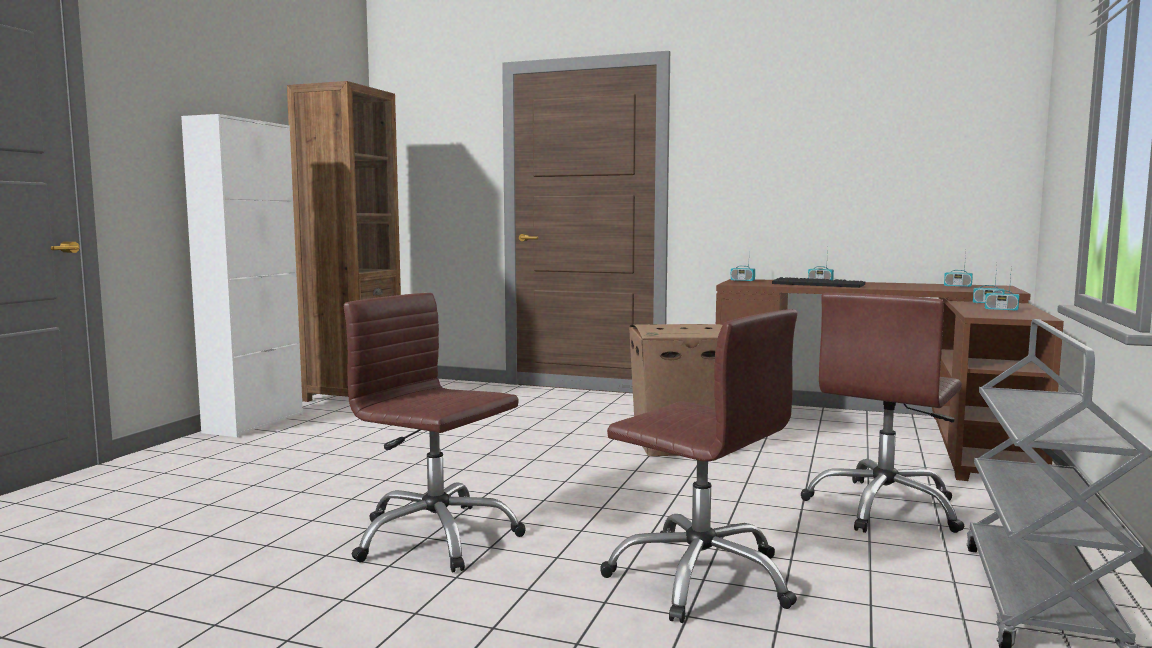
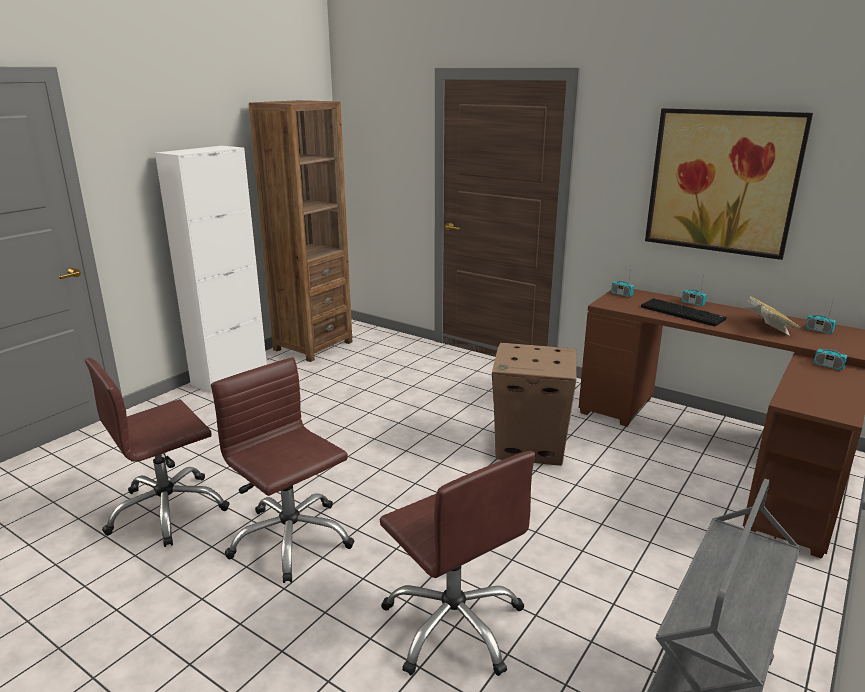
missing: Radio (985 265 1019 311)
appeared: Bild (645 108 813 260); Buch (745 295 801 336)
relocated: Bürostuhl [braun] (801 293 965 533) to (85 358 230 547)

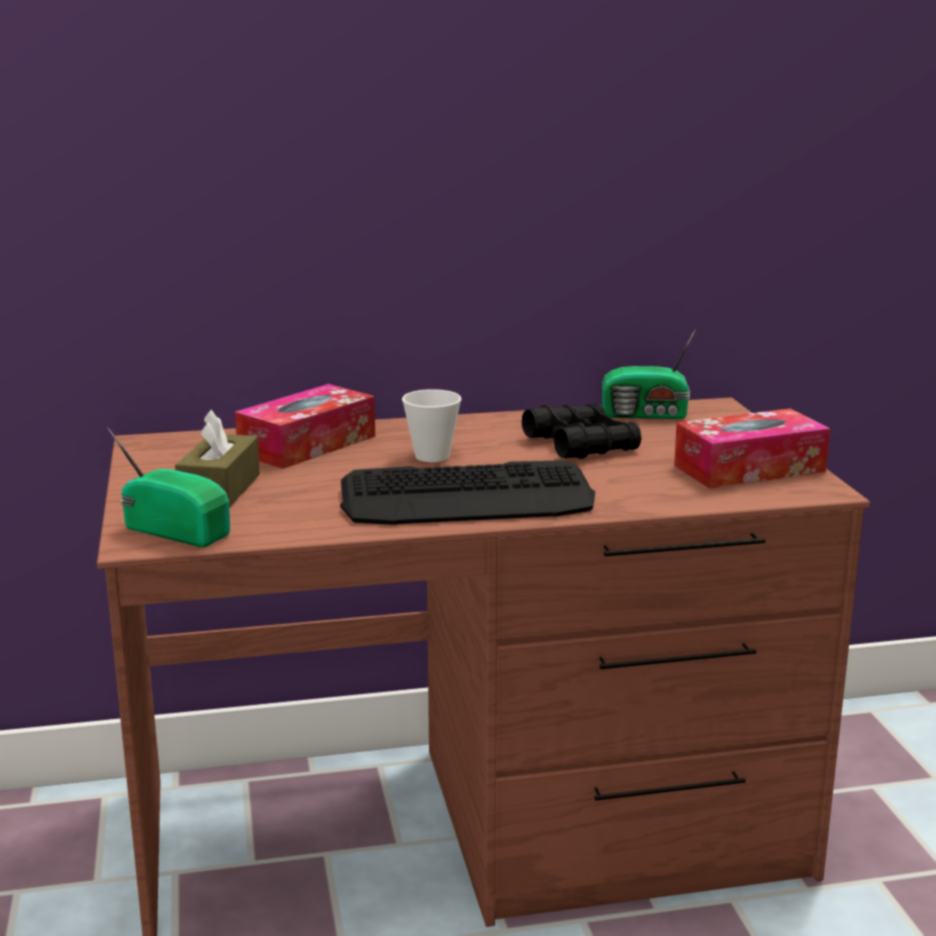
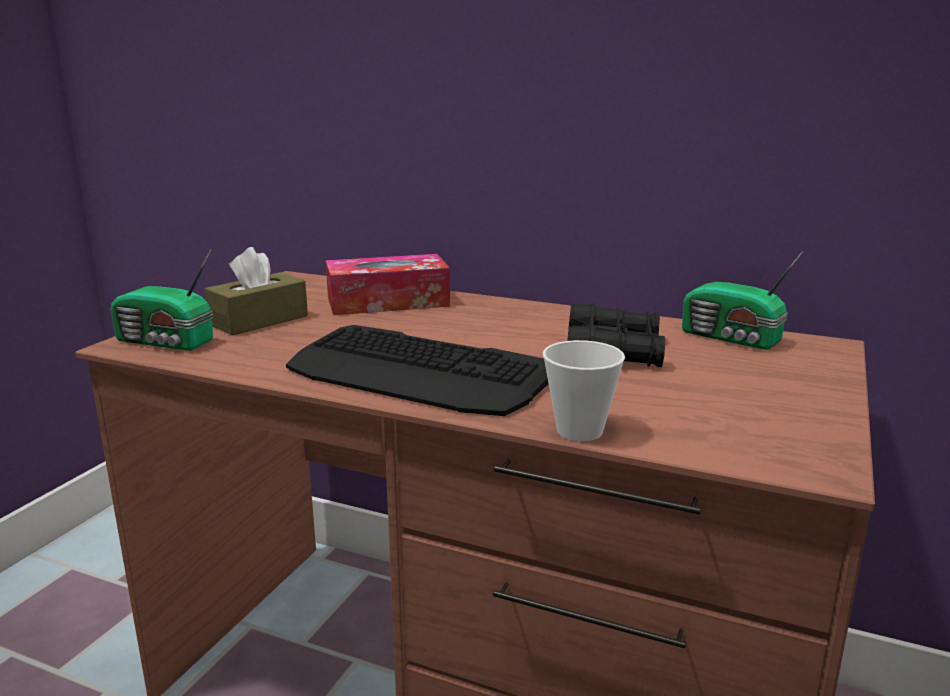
missing: Taschentuchbox (674 408 830 488)
relocated: Tasse (402 389 462 462) to (543 340 625 441)
spun: Radio (108 428 230 547) = (110 249 213 351) 135 degrees clockwise

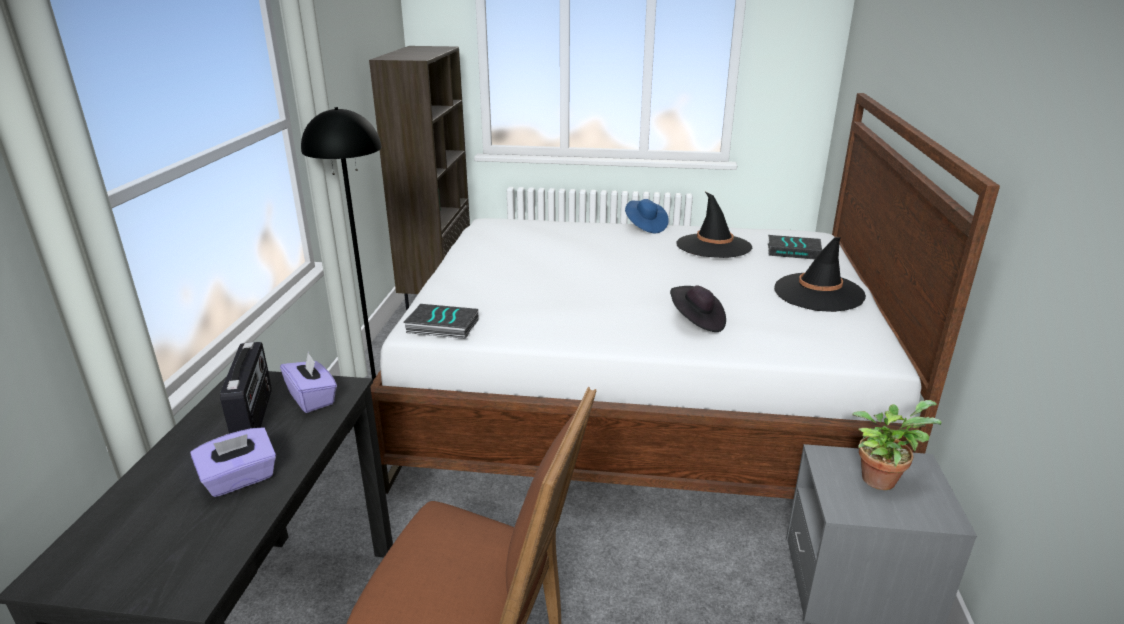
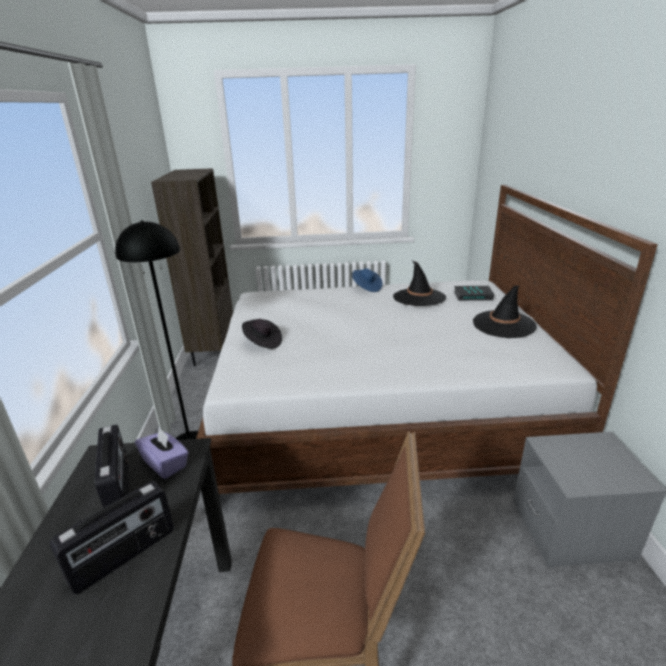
missing: Buch (404 304 479 339); Topfpflanze (852 400 941 490)
relocated: Hut [schwarz] (670 286 726 332) to (242 319 282 349)
exchanged: Taschentuchbox [lila] (190 428 276 497) to Radio (50 481 174 594)

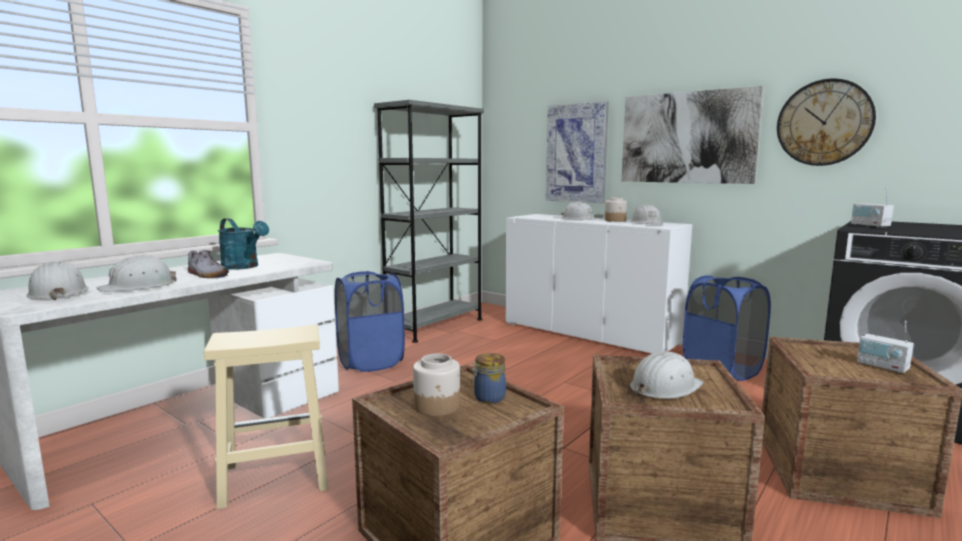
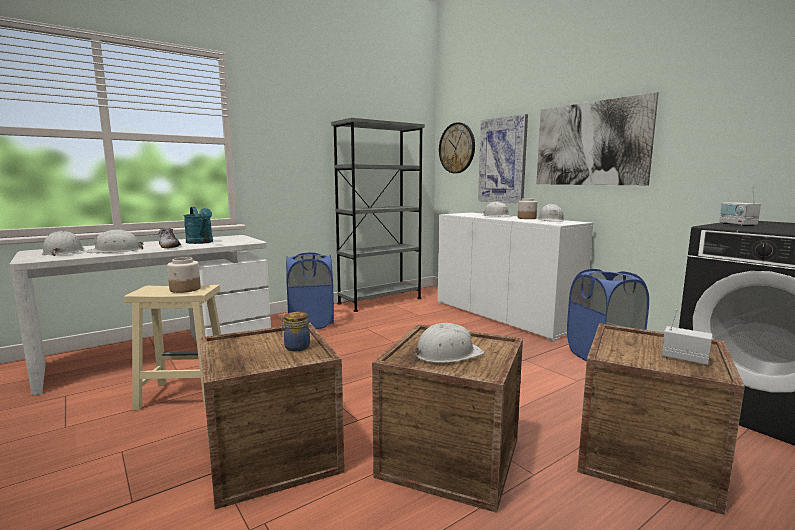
relocated: Vorratsglas (413 353 460 416) to (167 257 201 293); Wanduhr (777 78 876 166) to (439 122 475 173)
spun: Radio (857 321 914 374) = (662 309 713 366) 150 degrees clockwise

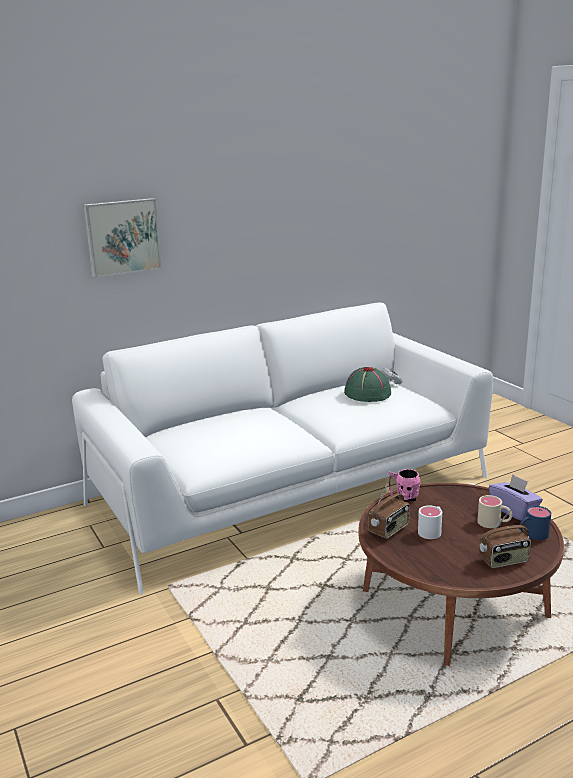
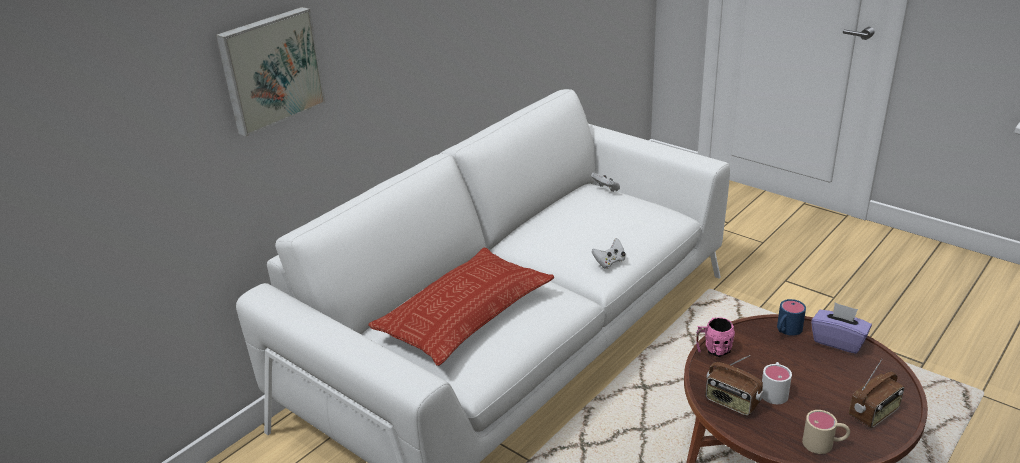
missing: Hut [grün] (344 367 391 402)
appeared: Kissen (368 248 554 366); Gamepad [weiß] (592 238 625 269)
relocated: Henkelbecher [beige] (477 495 512 528) to (802 410 850 454); Henkelbecher [blau] (519 506 551 540) to (777 299 806 336)
spun: Radio (368 481 410 539) = (705 355 764 416) 105 degrees clockwise

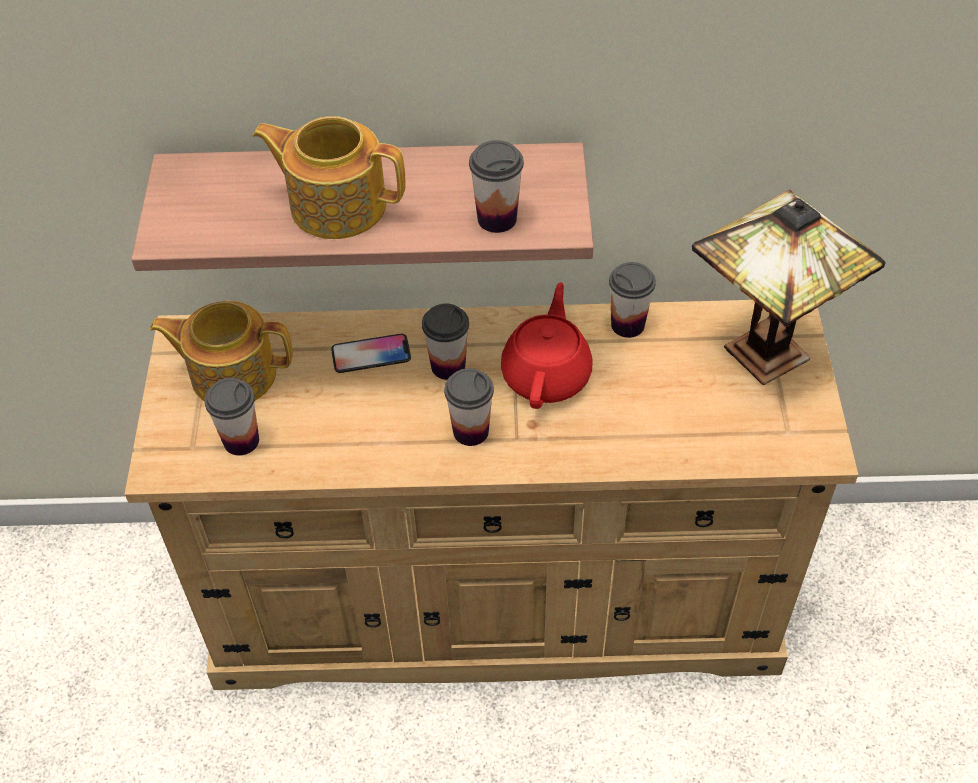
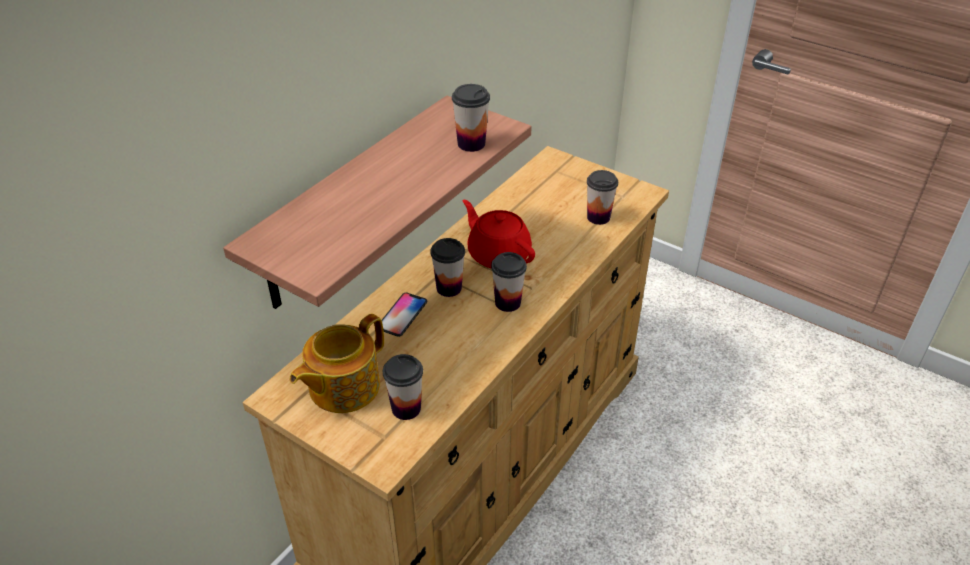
missing: Teekanne (252 116 406 239); Tischlampe (692 190 885 385)
relocated: Tasse (609 262 656 338) to (587 170 618 225)

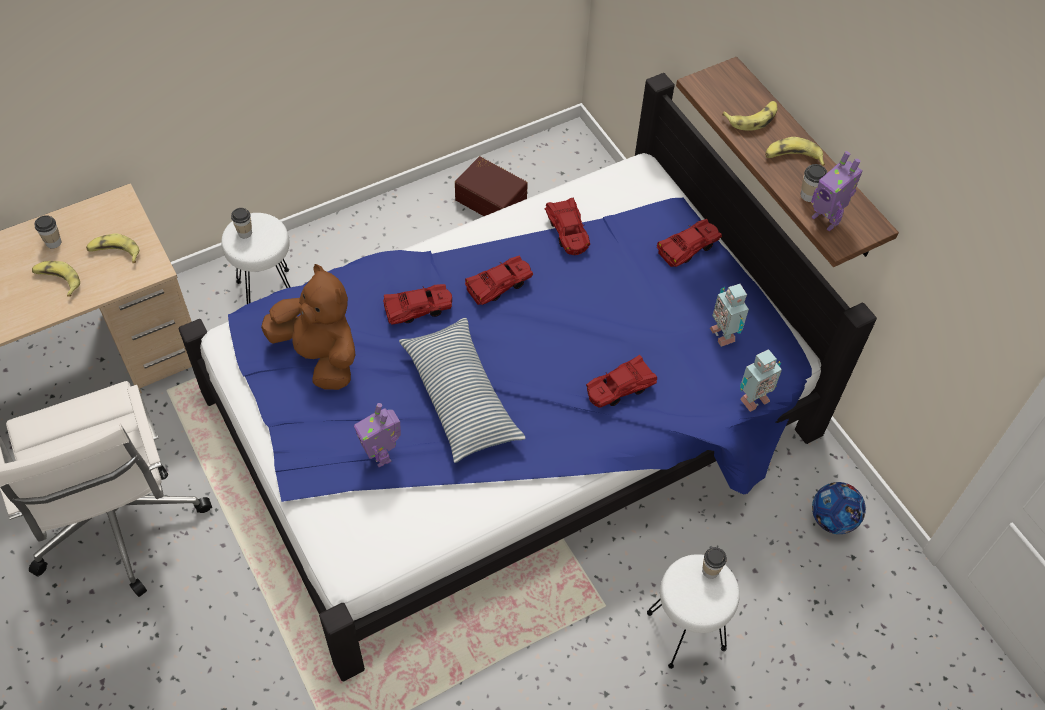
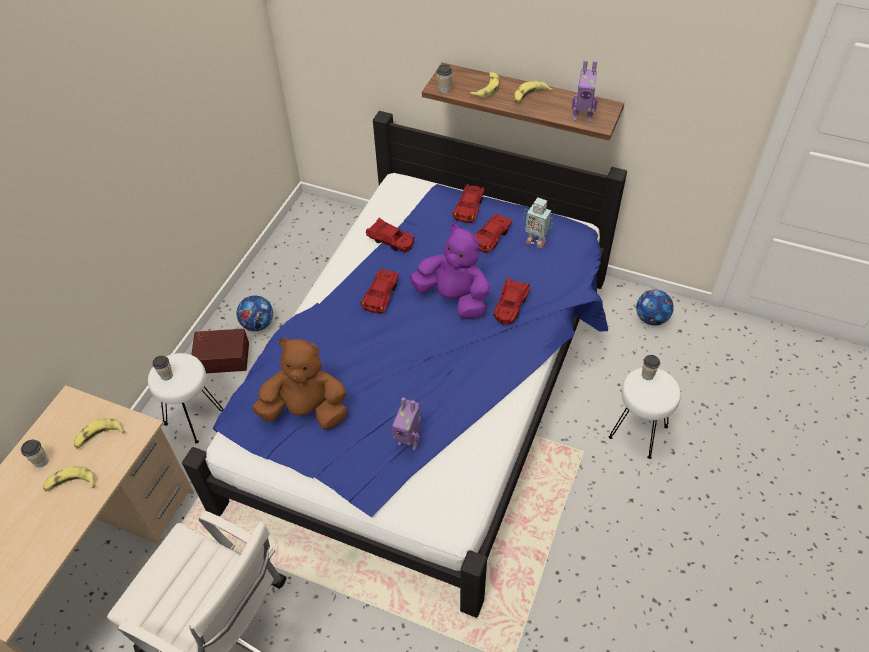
missing: Kissen (399 318 525 463); Spielzeugroboter (740 349 782 412)
appeared: Fußball (236 295 273 331); Plüschtier [lila] (410 224 490 319)
relocated: Spielzeugauto [rot] (383 284 452 325) to (474 213 512 254); Aufbewahrungsbox [braun] (455 156 528 216) to (191 328 249 373); Tasse (800 164 827 202) to (436 65 452 93)

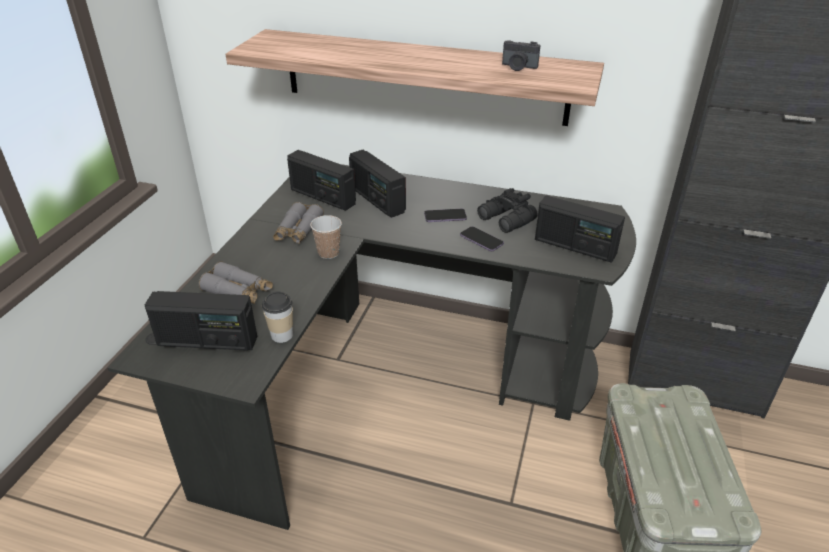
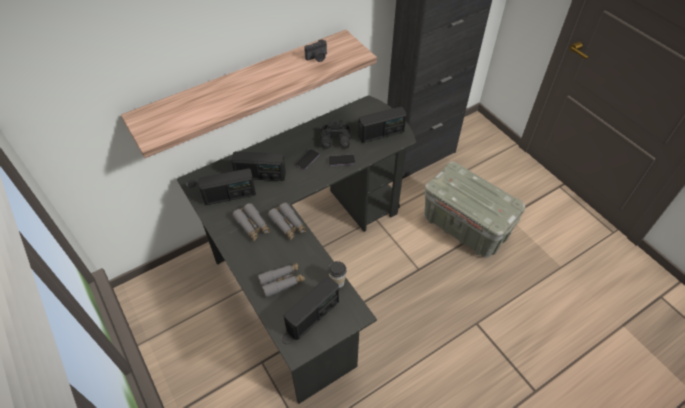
exchanged: Tasse (310 215 342 259) to Fernglas [grau] (268 203 307 240)

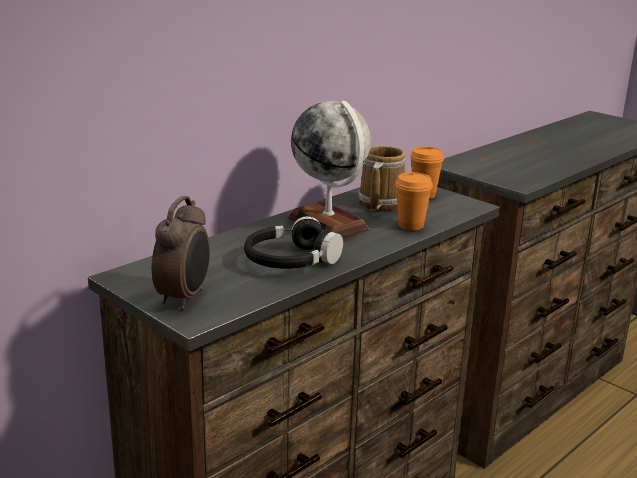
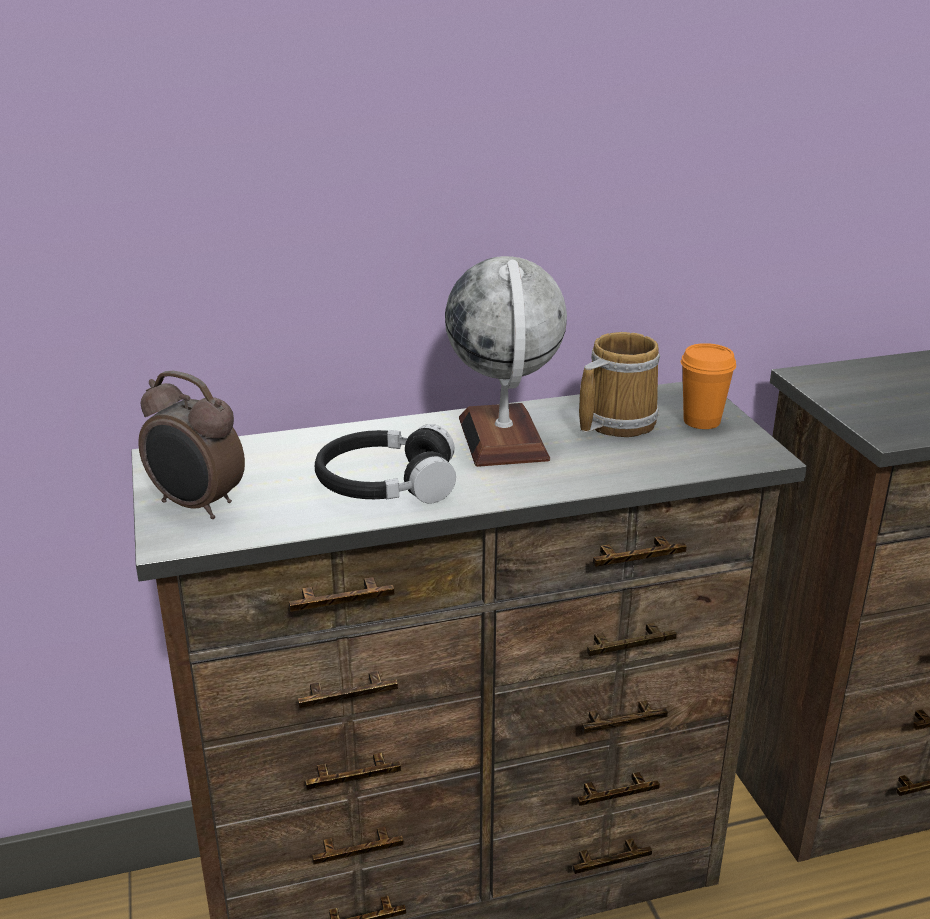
missing: Tasse [orange] (395 172 433 231)
spun: Wecker (152 196 210 310) = (138 371 245 519) 75 degrees clockwise

